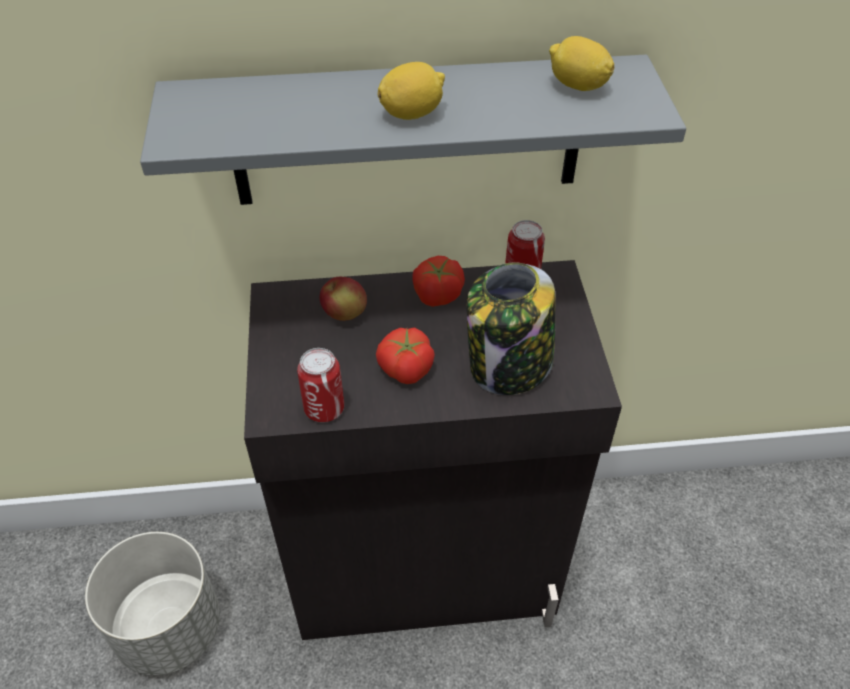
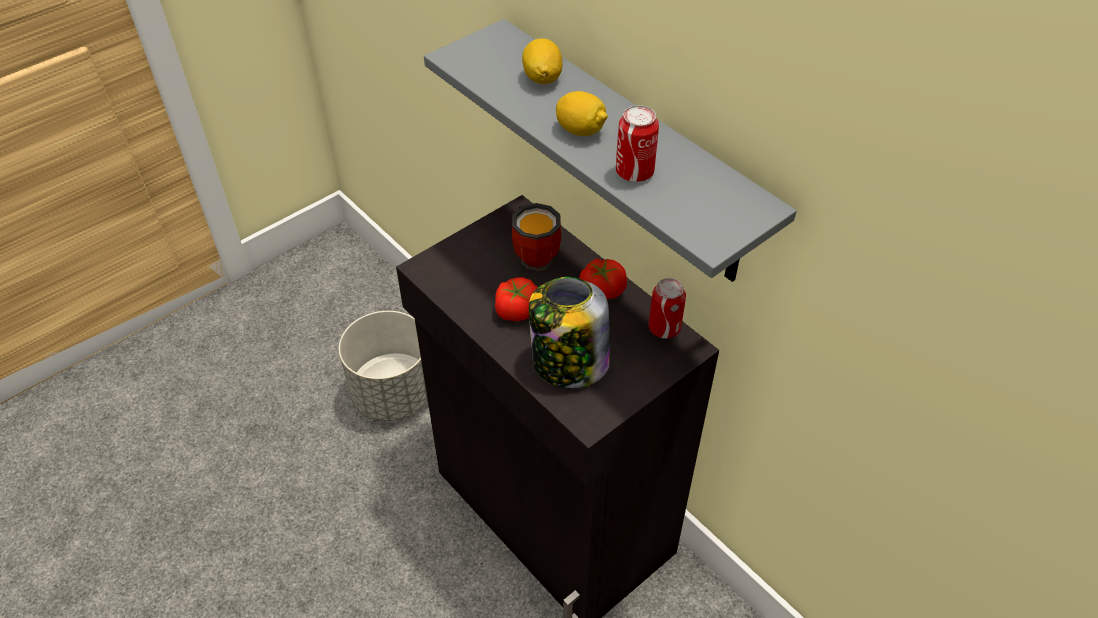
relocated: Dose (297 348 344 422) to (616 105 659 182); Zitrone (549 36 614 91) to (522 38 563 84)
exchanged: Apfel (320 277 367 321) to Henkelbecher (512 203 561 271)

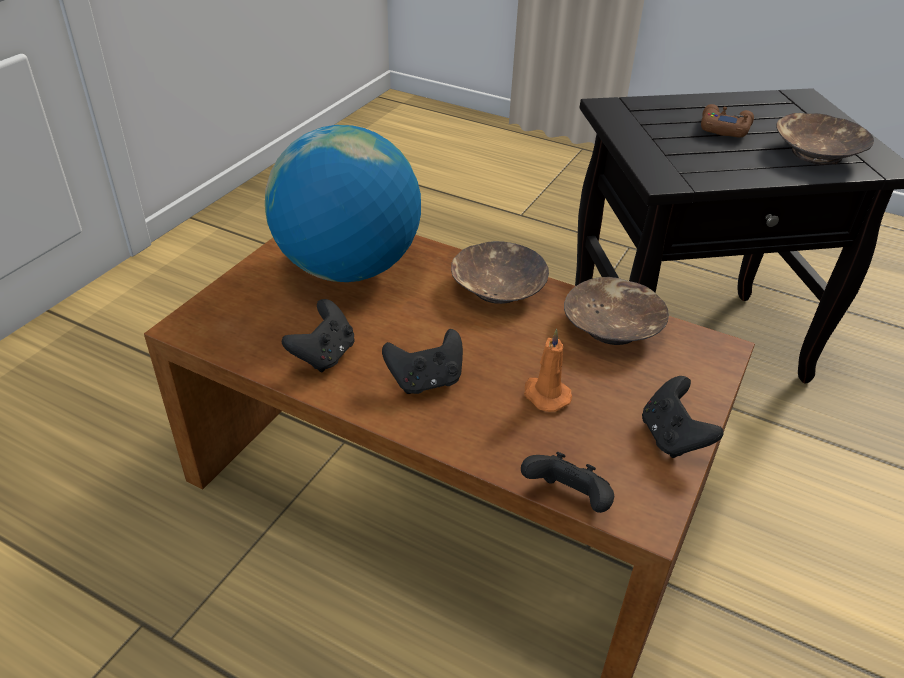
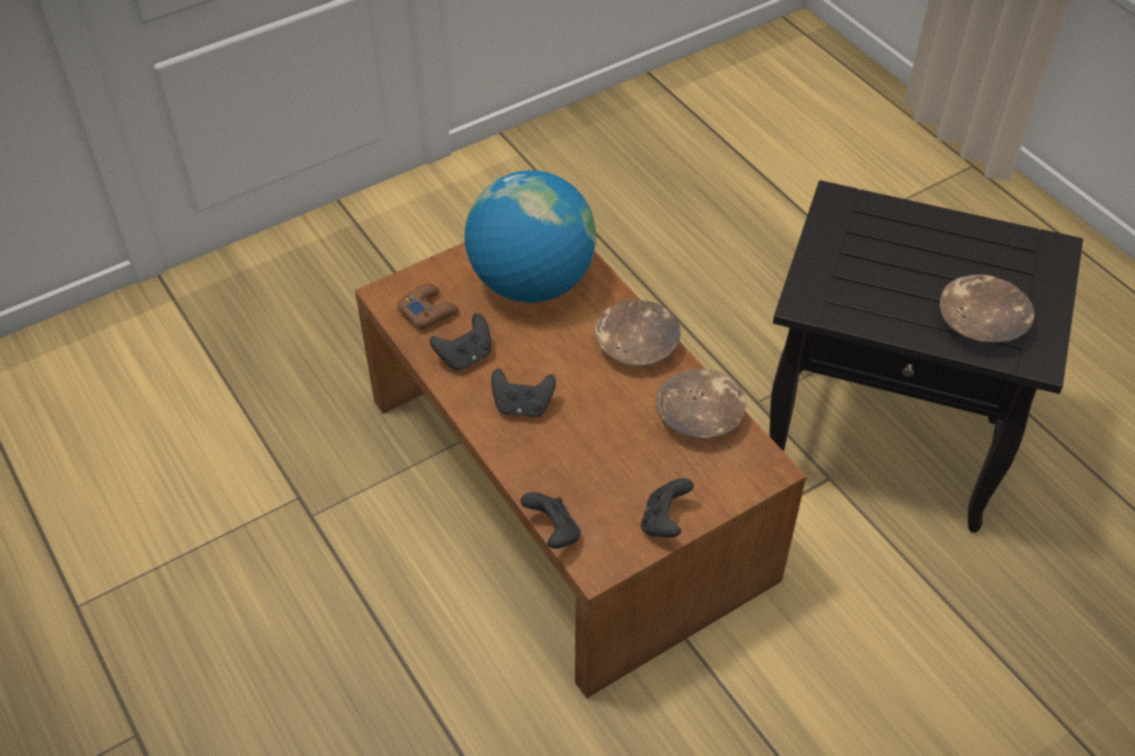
missing: Kerze [orange] (524 329 572 412)
relocated: Gamepad [braun] (701 104 754 138) to (397 283 459 329)

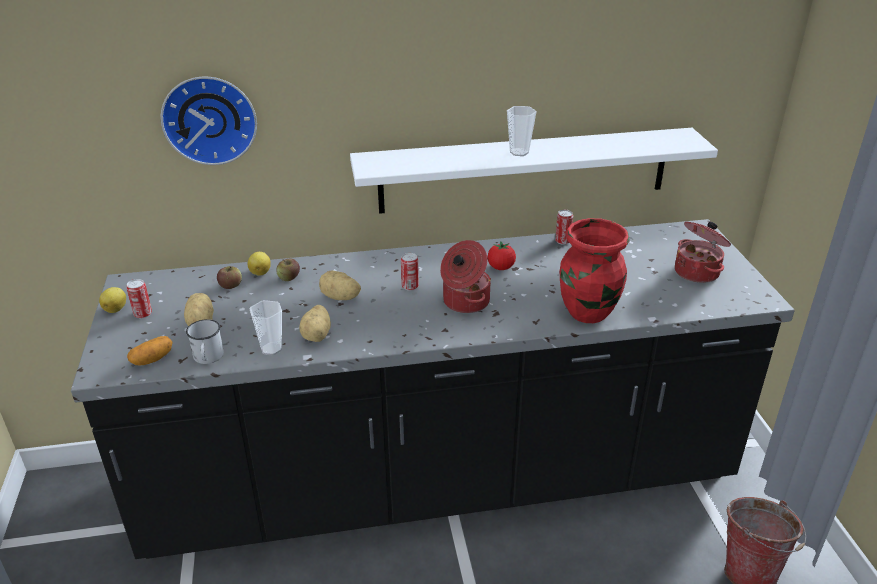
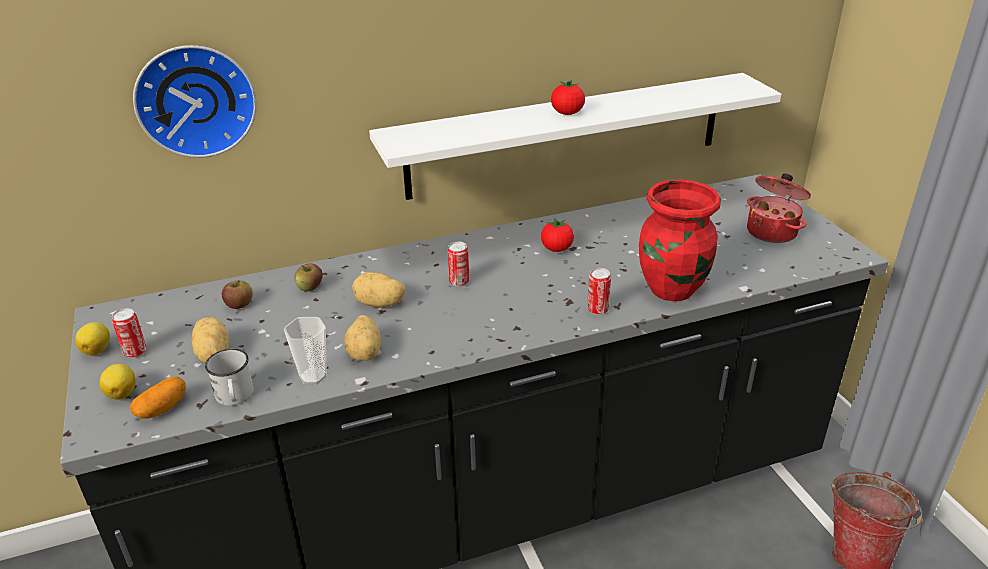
missing: Kochtopf (440 240 491 313)
relocated: Zitrone (248 252 271 276) to (99 364 136 400); Dose (555 210 573 245) to (587 268 611 315)
exchanged: Tasse (507 106 536 156) to Tomate (551 80 585 115)

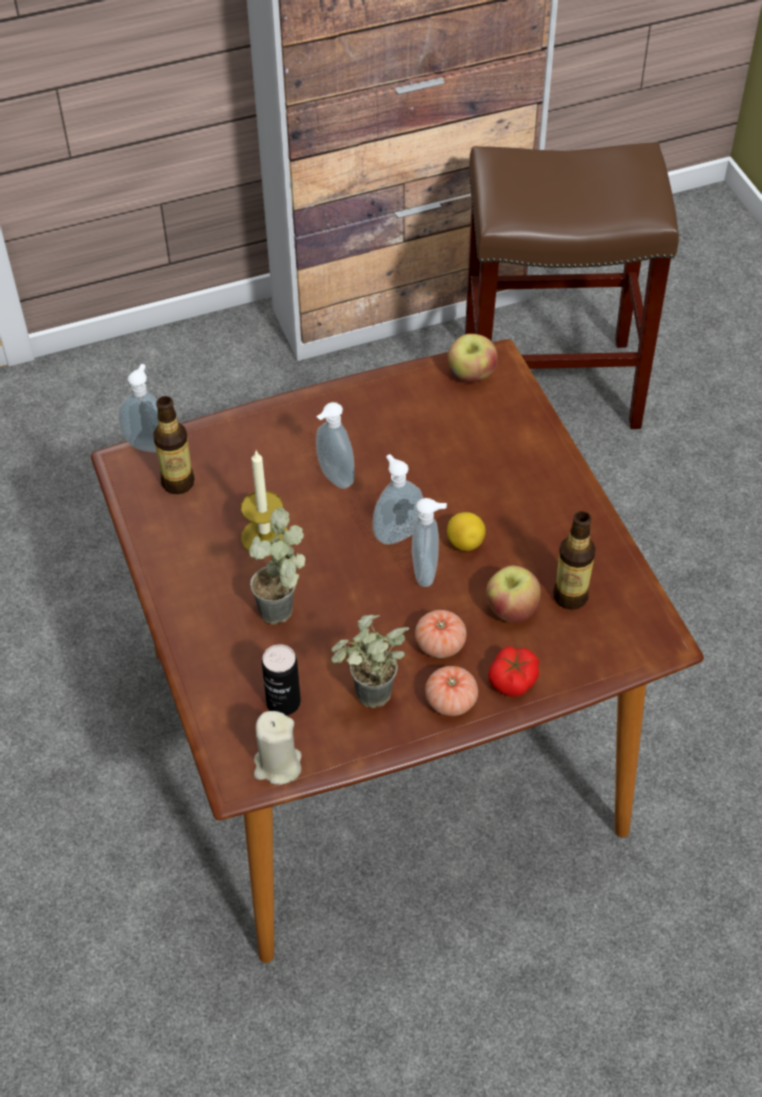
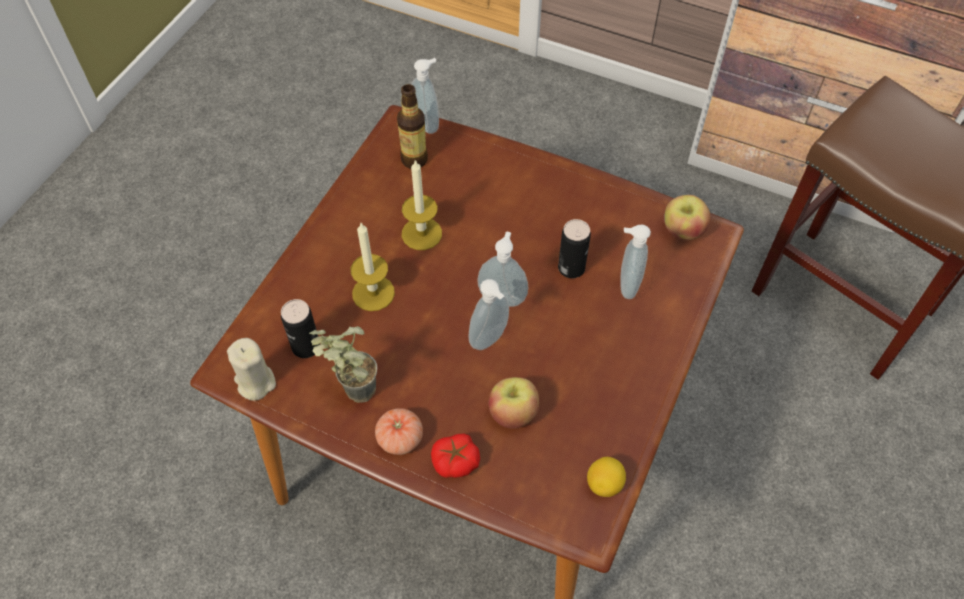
missing: Tomate (415 610 467 658); Flasche (553 511 595 610)
appeared: Dose (558 219 591 278)
relocated: Seifenspender (316 402 355 489) to (620 224 651 299); Zitrone (447 512 486 551) to (587 457 626 497)
exchanged: Topfpflanze (249 507 306 625) to Kerze (350 223 395 311)

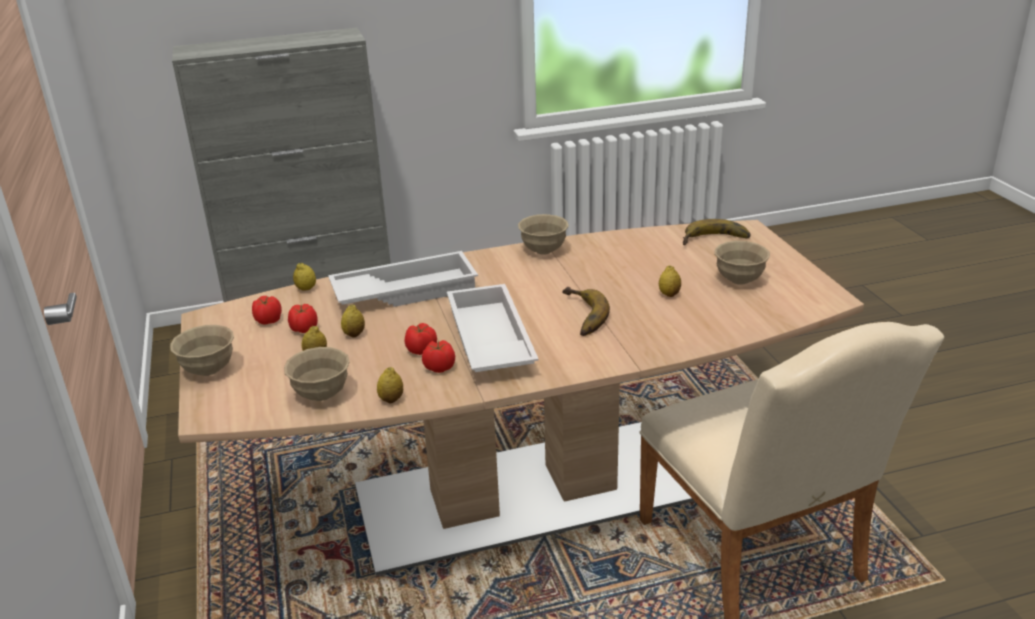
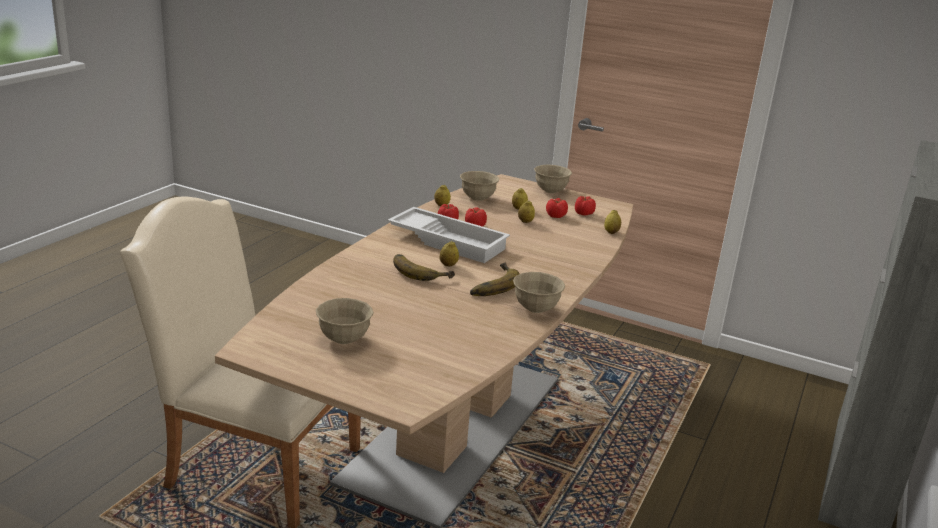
missing: Tablett [weiß] (328 251 478 307)
relocated: Zitrone (659 266 681 297) to (440 241 459 266); Banane (682 219 751 245) to (470 263 520 296)

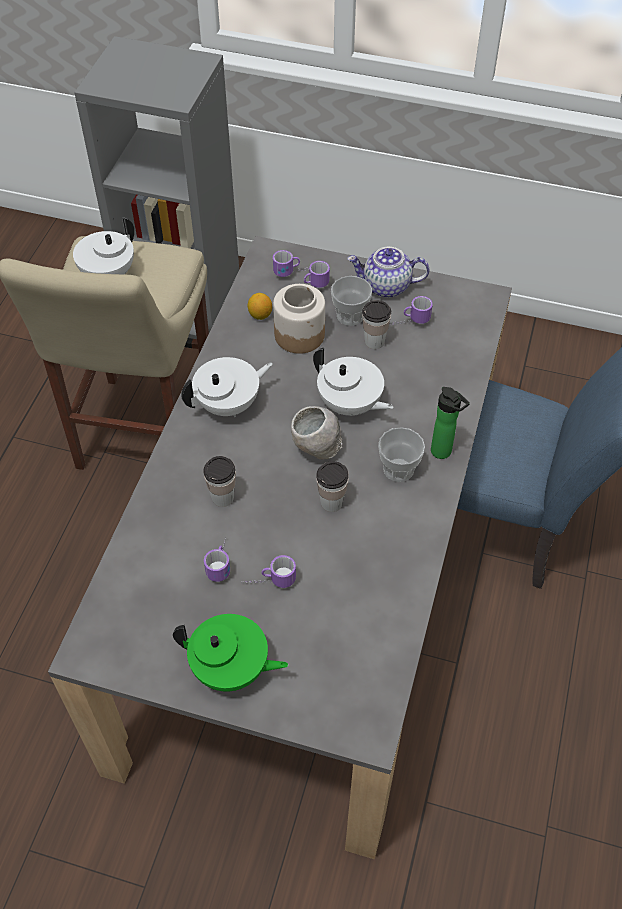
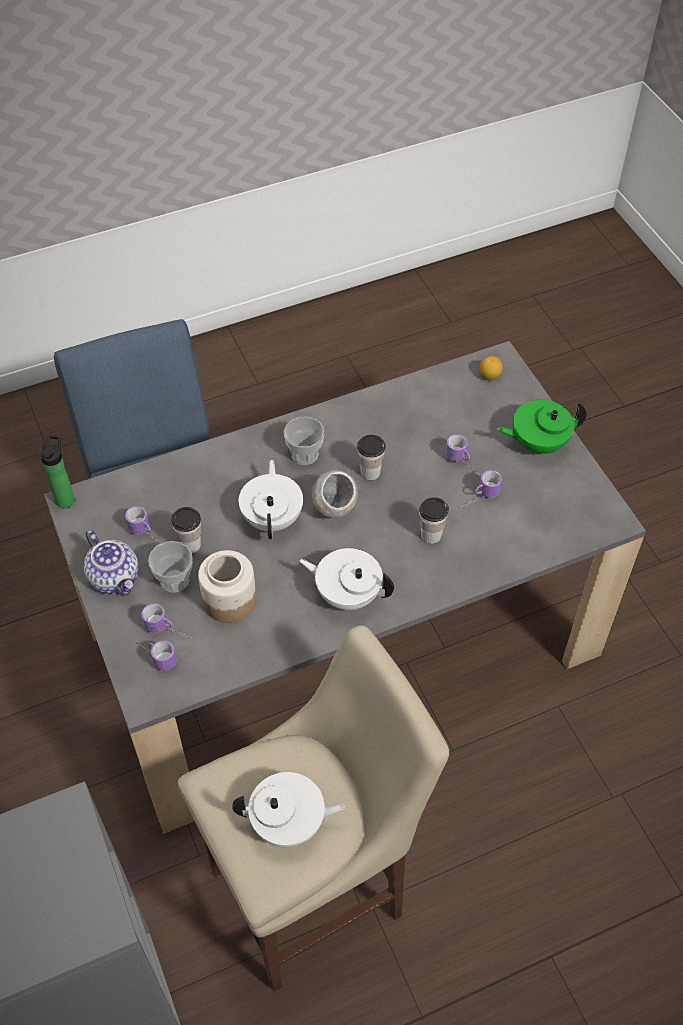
relocated: Zitrone (248 293 272 320) to (480 356 503 380); Flasche (431 387 470 459) to (40 436 75 508)
spun: Teekanne [grün] (173 614 289 692) = (497 400 587 454) 75 degrees counterclockwise

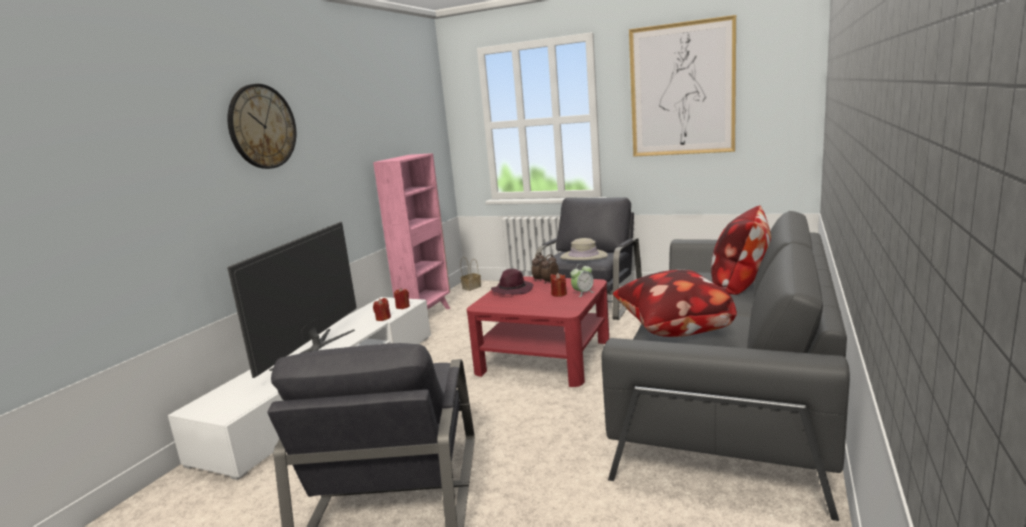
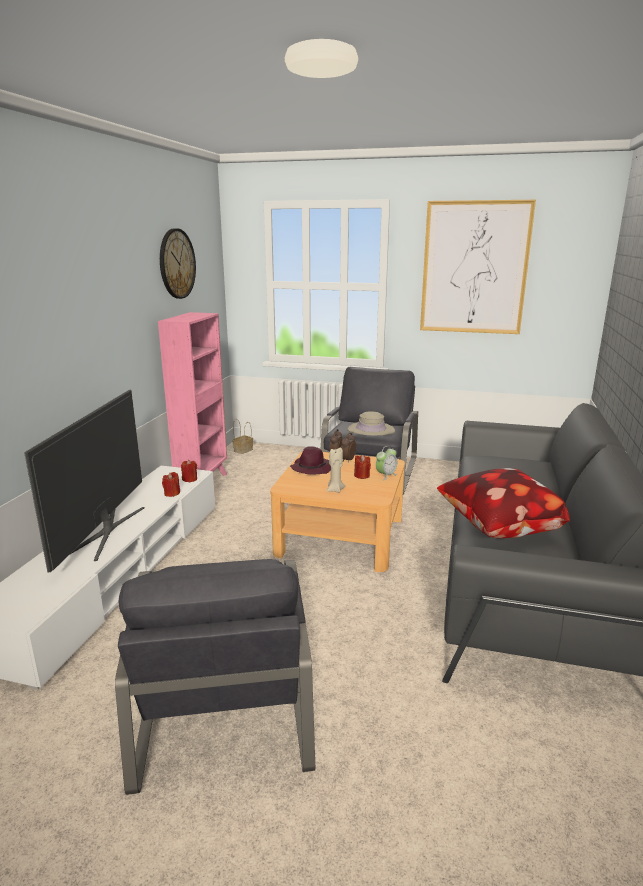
missing: Kissen (711 205 771 295)
appeared: Kerze [beige] (327 448 345 493)
relocated: Wanduhr (227 84 296 169) to (160 228 196 299)
colour: Couchtisch [rot] (467 276 609 387) to Couchtisch [beige] (270 452 405 572)

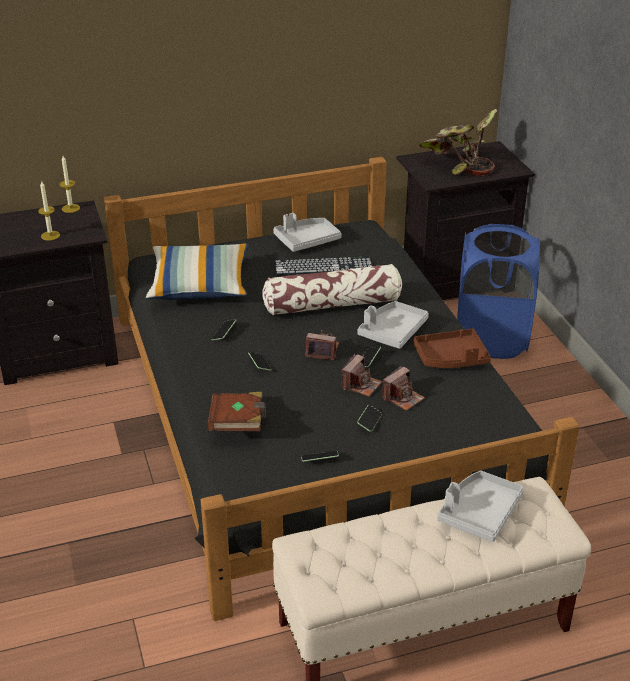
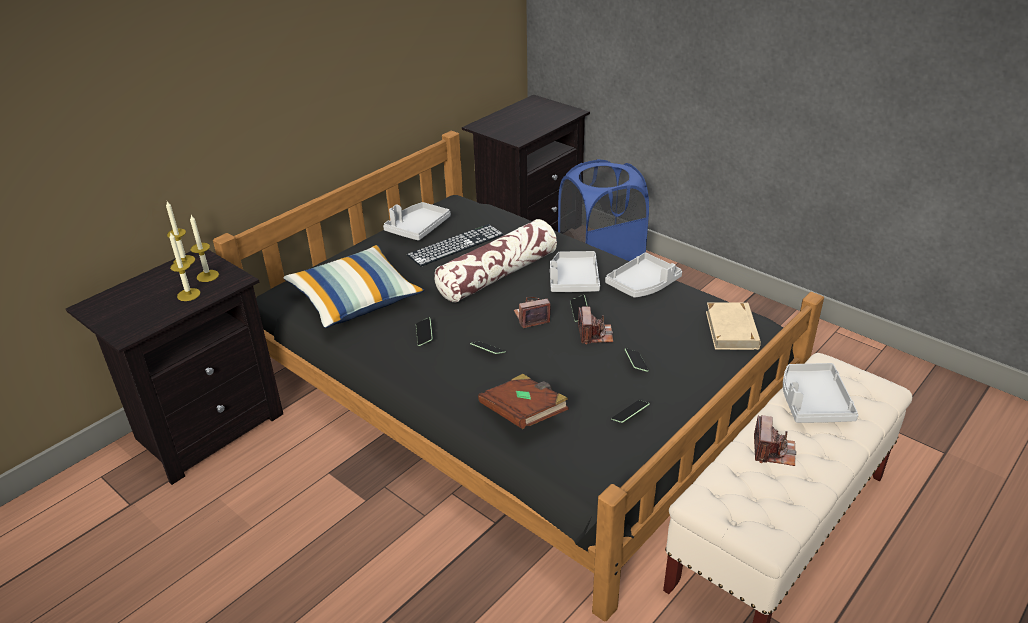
missing: Topfpflanze (419 109 498 176)
appeared: Kerze (190 215 219 282); Buch [beige] (706 302 761 350)
relocated: Kamera (382 366 425 411) to (754 415 796 466)
colour: Tablett [braun] (413 329 491 368) to Tablett [grau] (605 253 682 298)

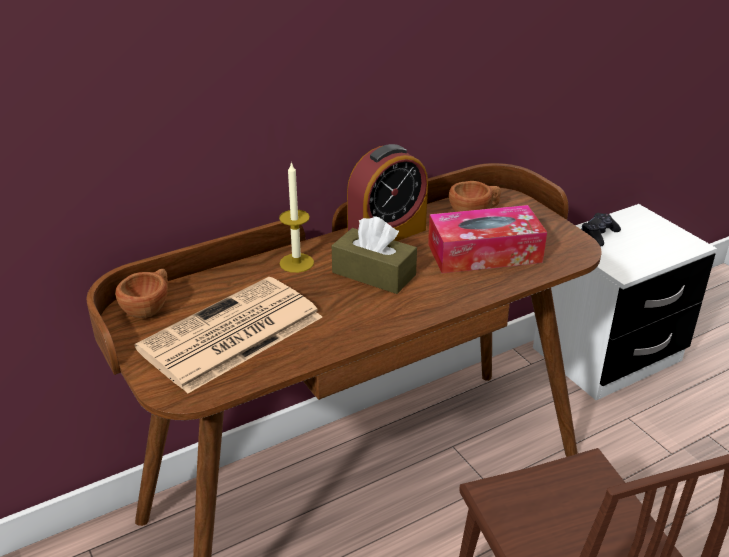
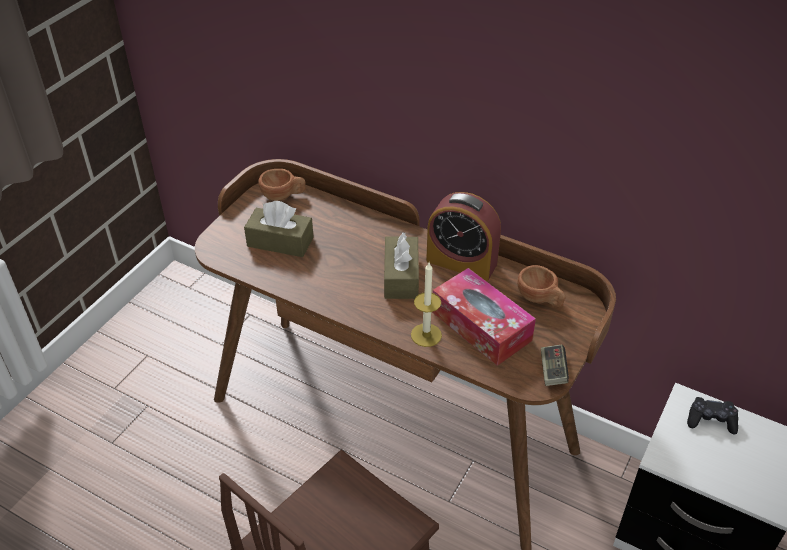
appeared: Gamepad (541 344 569 386)
relocated: Kerze (279 161 314 273) to (411 263 442 347)
exchanged: Zeitung (135 277 322 394) to Taschentuchbox [braun] (244 201 314 257)

